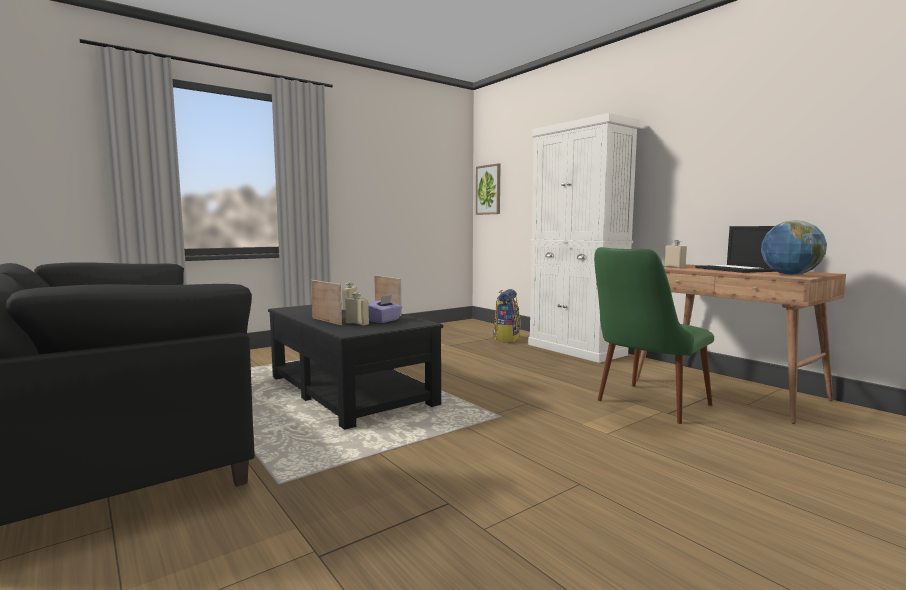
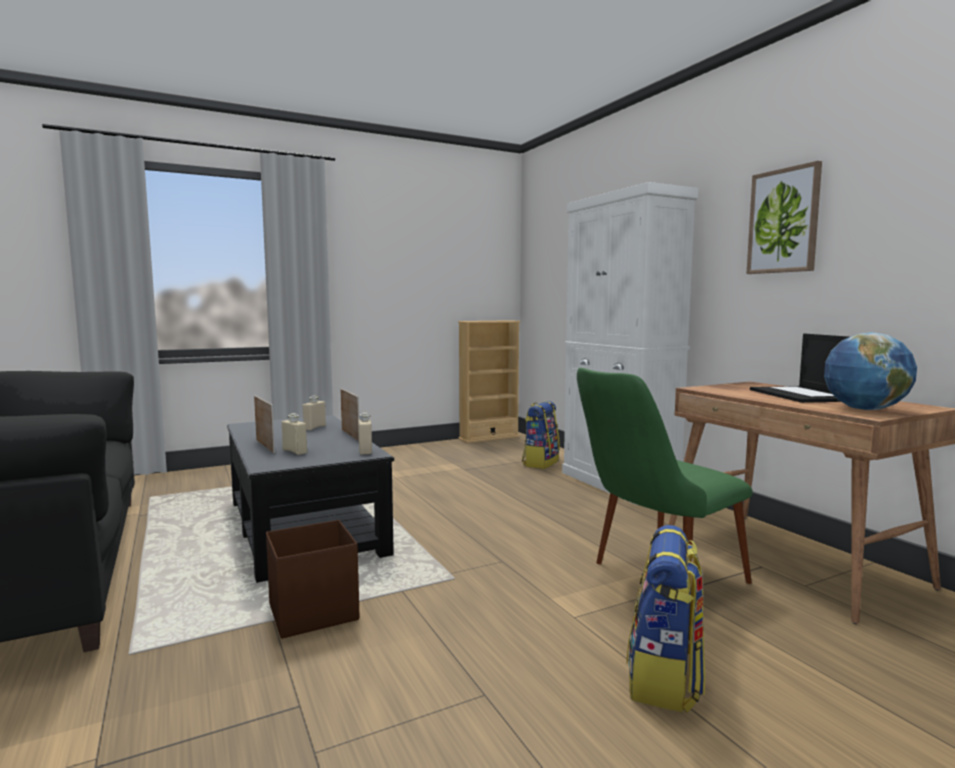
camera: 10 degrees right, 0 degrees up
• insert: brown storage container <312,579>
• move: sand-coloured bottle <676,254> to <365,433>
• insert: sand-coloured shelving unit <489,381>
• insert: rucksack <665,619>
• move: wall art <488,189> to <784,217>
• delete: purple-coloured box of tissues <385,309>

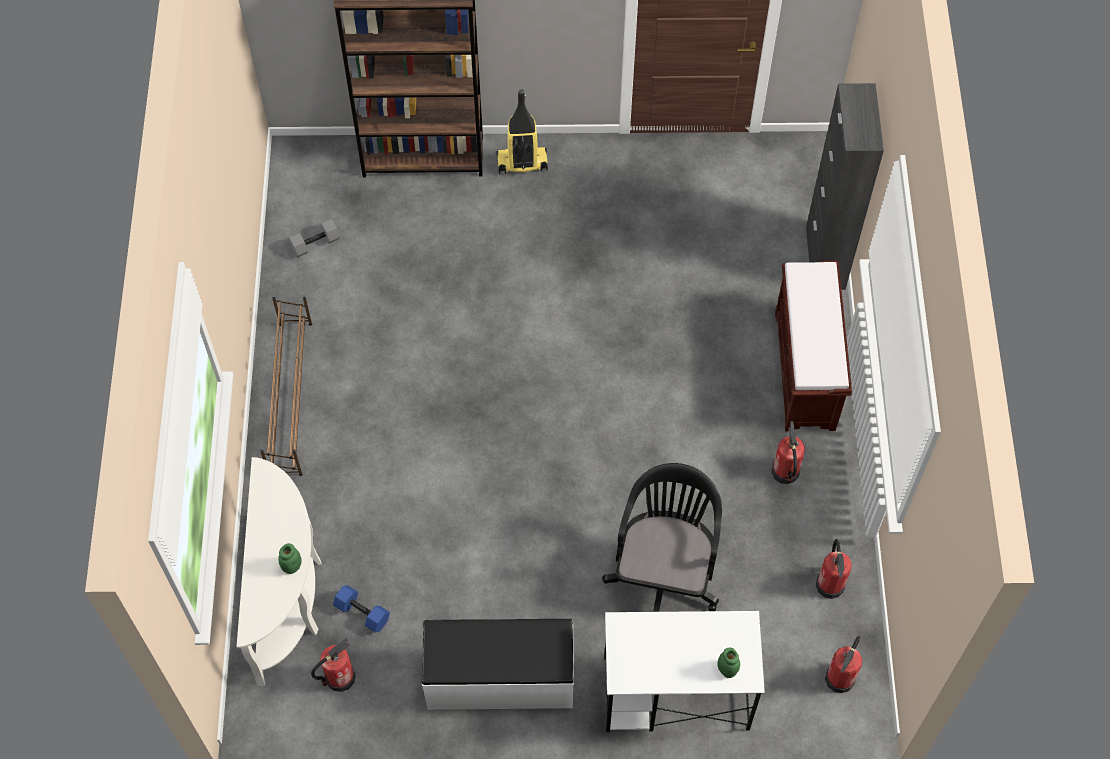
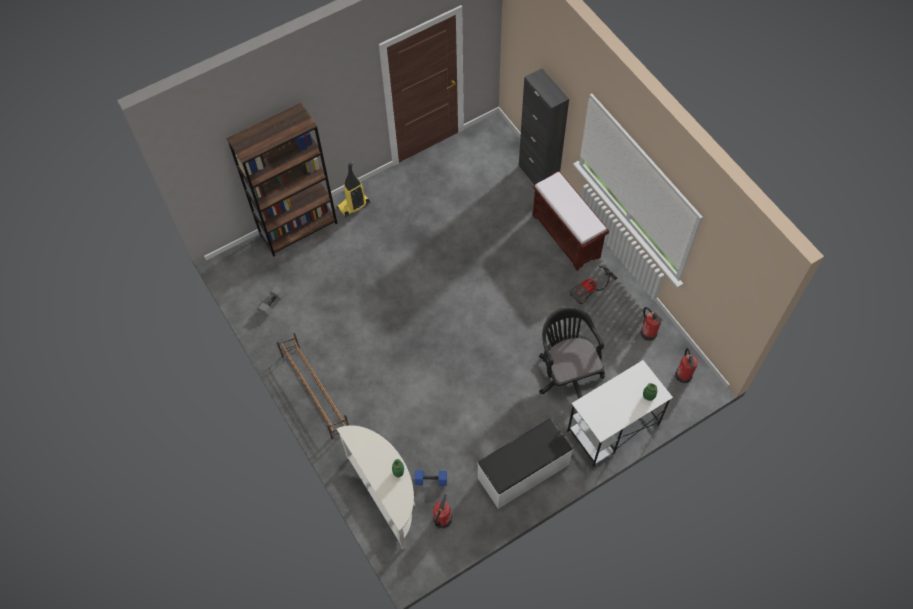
camera: 30 degrees left, 0 degrees up
• replace: extinguisher <788,452> to vacuum <593,285>

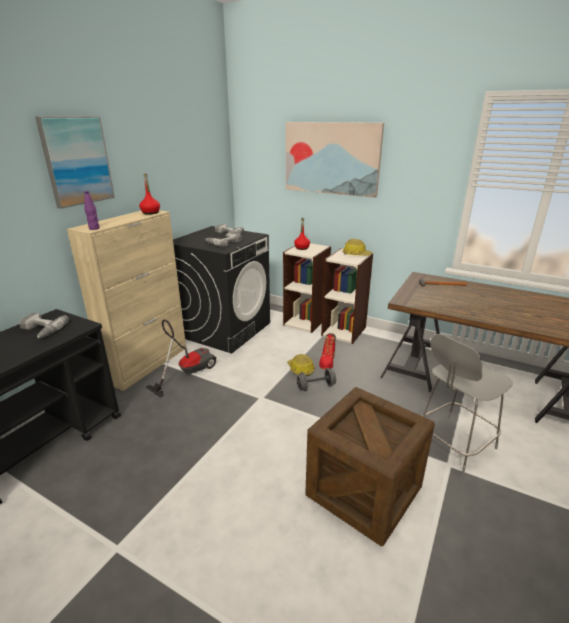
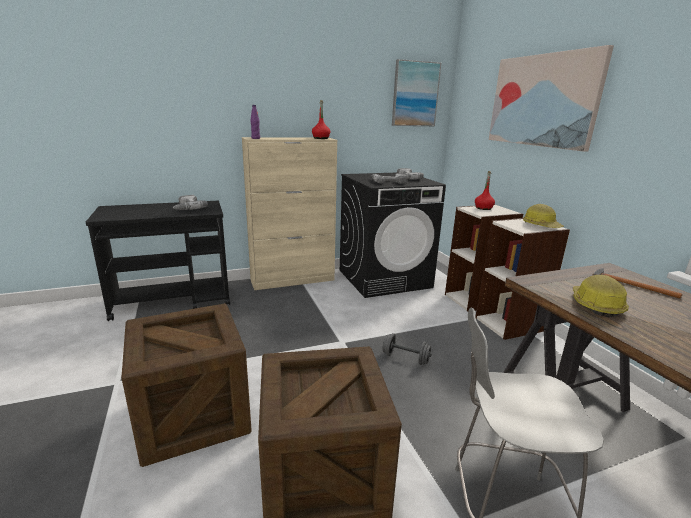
camera: 40 degrees right, 5 degrees down
• insert: packing crate <186,385>
• move: wall art <75,162> to <416,92>
• move: hard hat <301,365> to <601,296>
• delete: vacuum <181,358>
• delete: reddish boot <327,351>

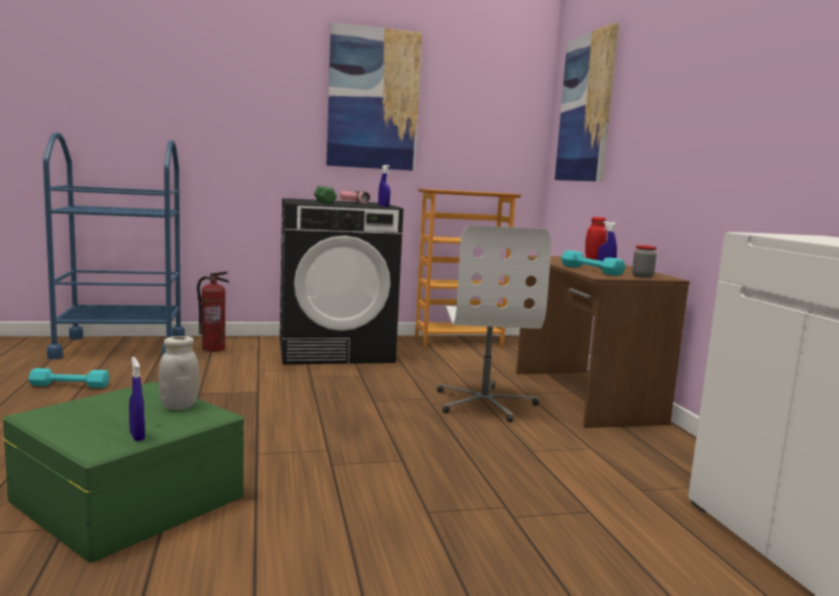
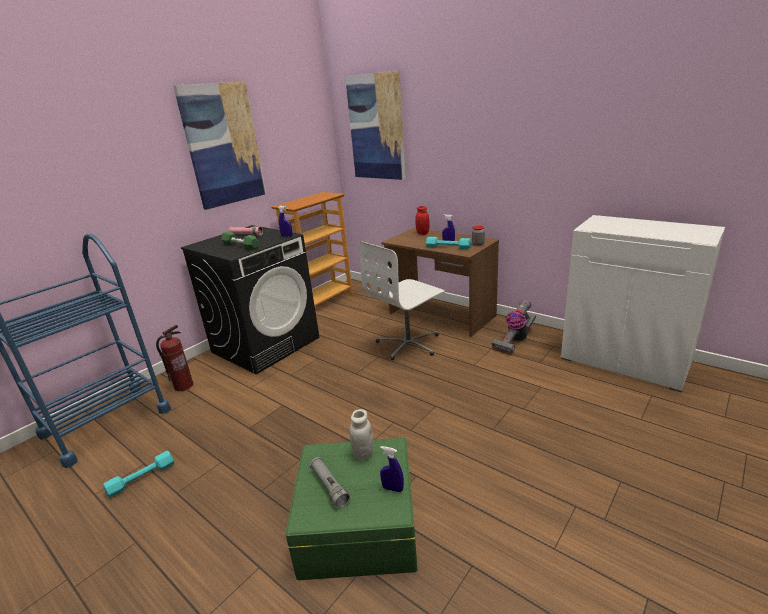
camera: 35 degrees left, 15 degrees up
• insert: gray hand torch <329,482>
• rotate: whitish office chair <494,323> = <402,300> 90 degrees clockwise
• insert: vacuum <514,326>

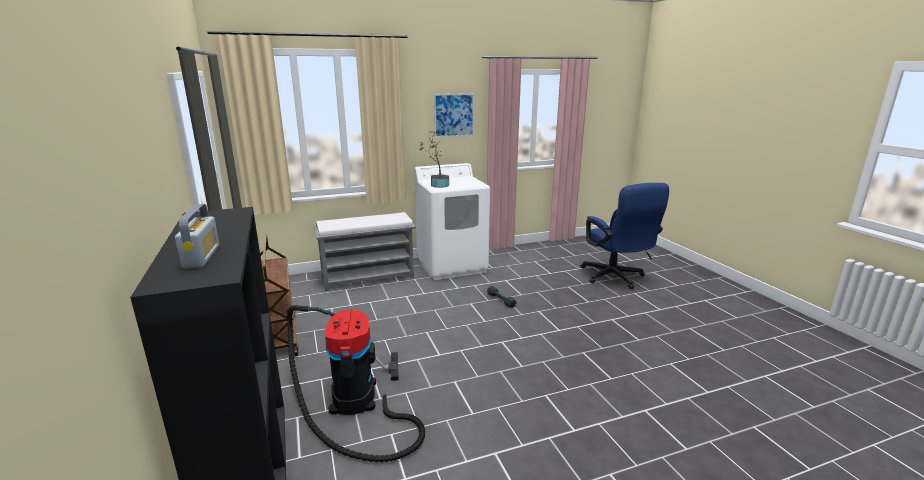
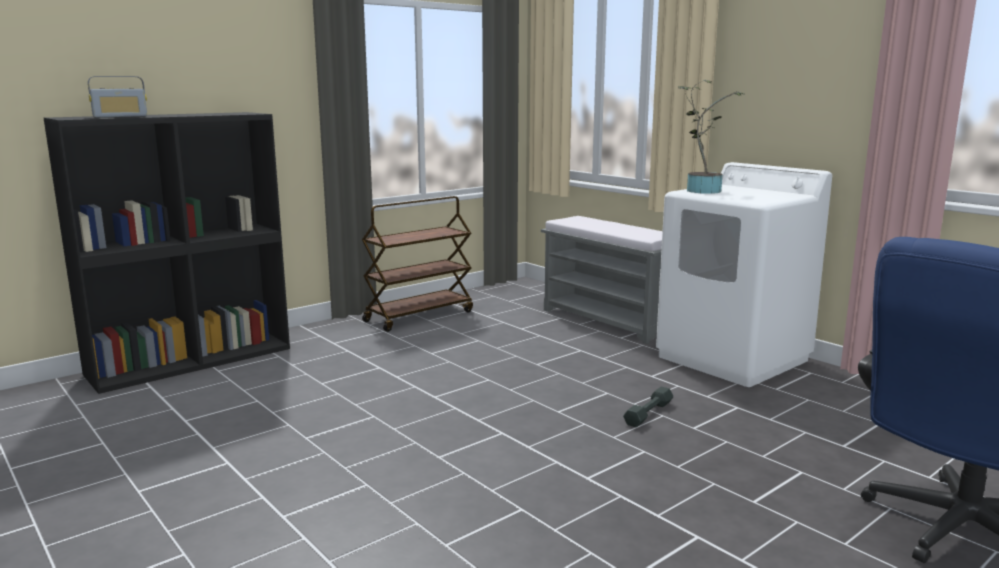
camera: 70 degrees right, 5 degrees down
• delete: vacuum <356,383>
• delete: wall art <454,115>

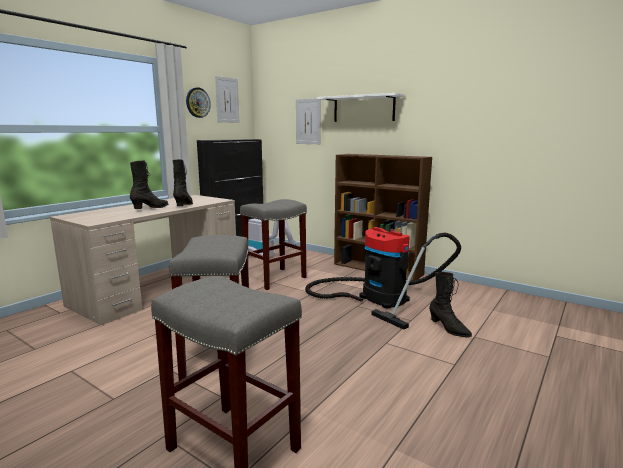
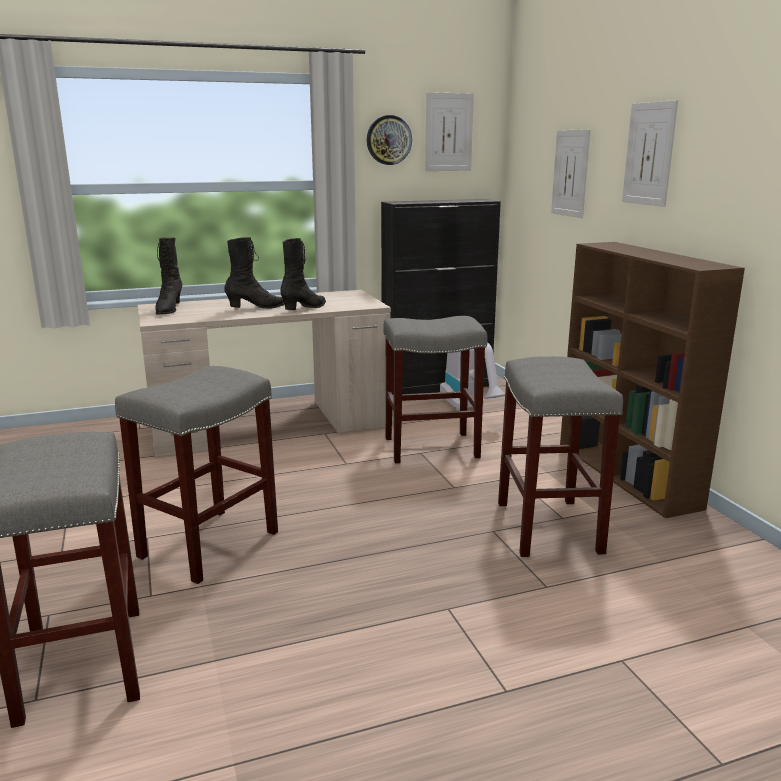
camera: 35 degrees right, 5 degrees up
• move: blackish boot <450,304> to <169,276>
• replace: vacuum <383,278> to gray stool <560,456>
• replace: whitish bracket shelf <361,107> to wall art <650,153>

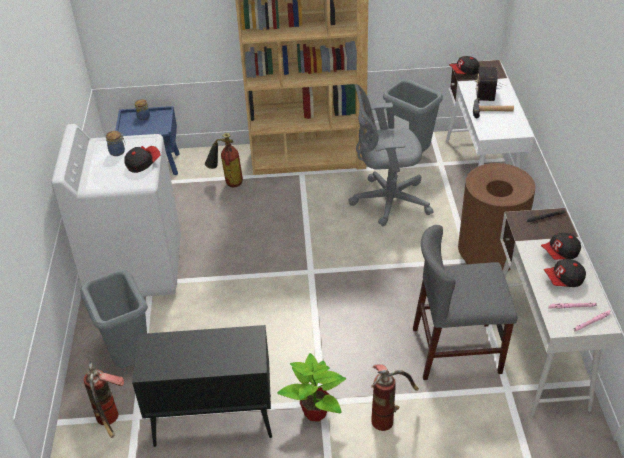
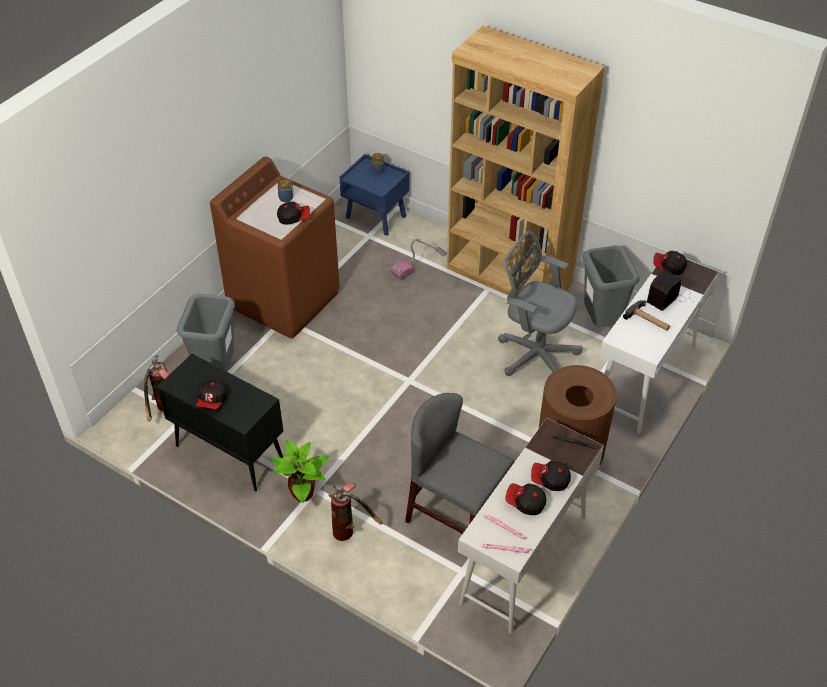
camera: 35 degrees right, 5 degrees up
• insert: peaked cap <211,395>
• recolor: whitish laundry appliance <116,210> to brown laundry appliance <275,247>
• replace: extinguisher <224,160> to vacuum <419,259>

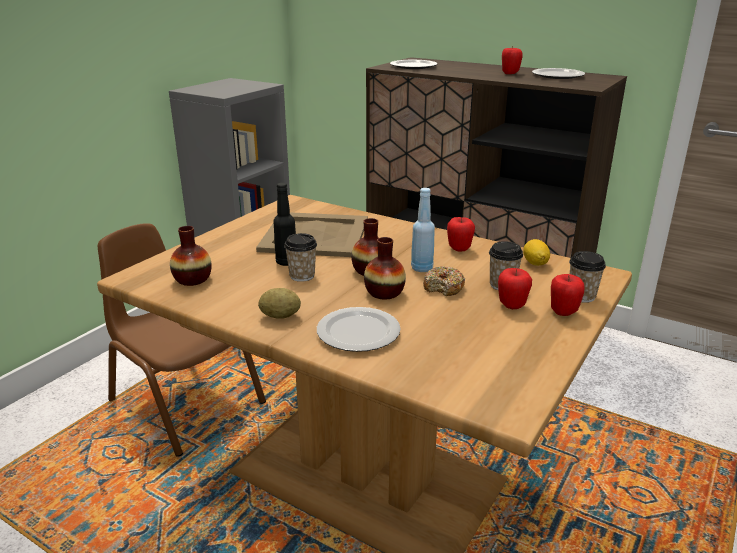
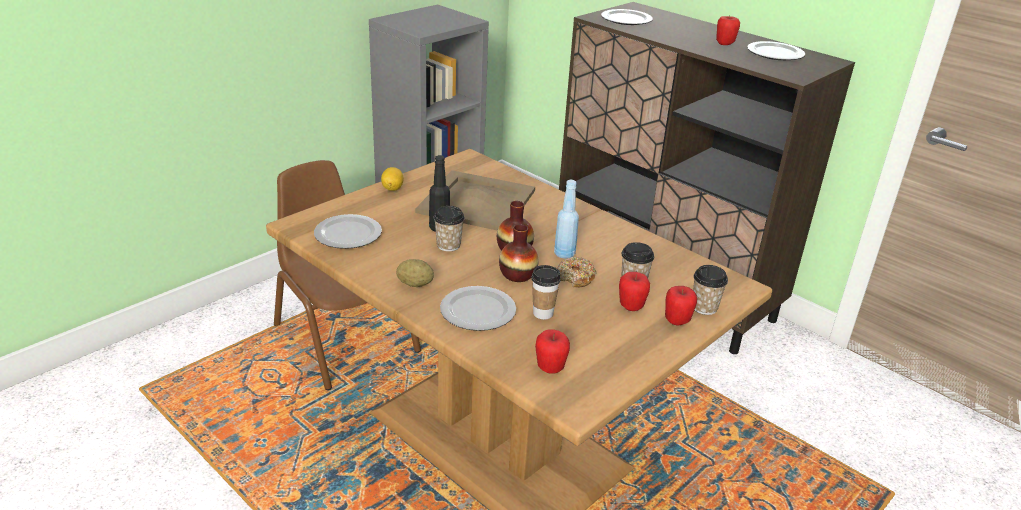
camera: 10 degrees right, 5 degrees up
• replace: decorative vase <191,256> to plate <348,231>
• move: lemon <536,252> to <392,179>
• insert: small cup <546,292>
• move: whole apple <461,234> to <552,351>

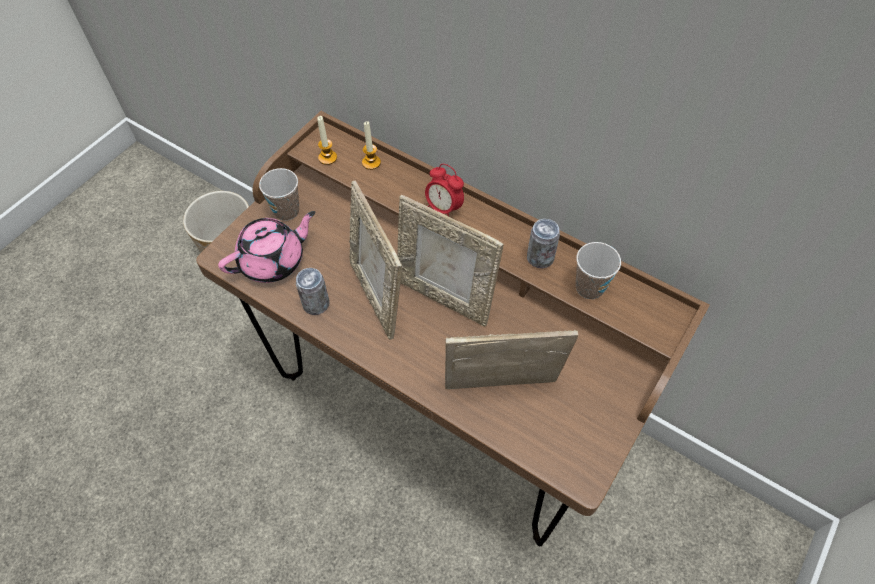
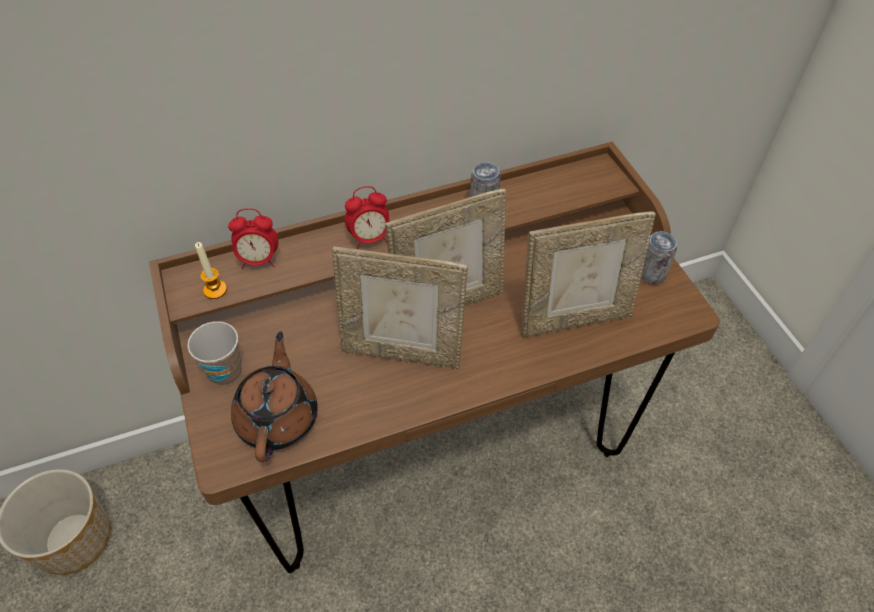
camera: 55 degrees left, 5 degrees down
• replace: wax candle <371,145> to table clock <253,238>
• recolor: pinkish pot for tea <267,247> to brown pot for tea <274,397>
• rotate: standing frame <511,359> = <588,274> 135 degrees counterclockwise
• move: metal can <313,291> to <659,258>
• delete: small cup <598,270>

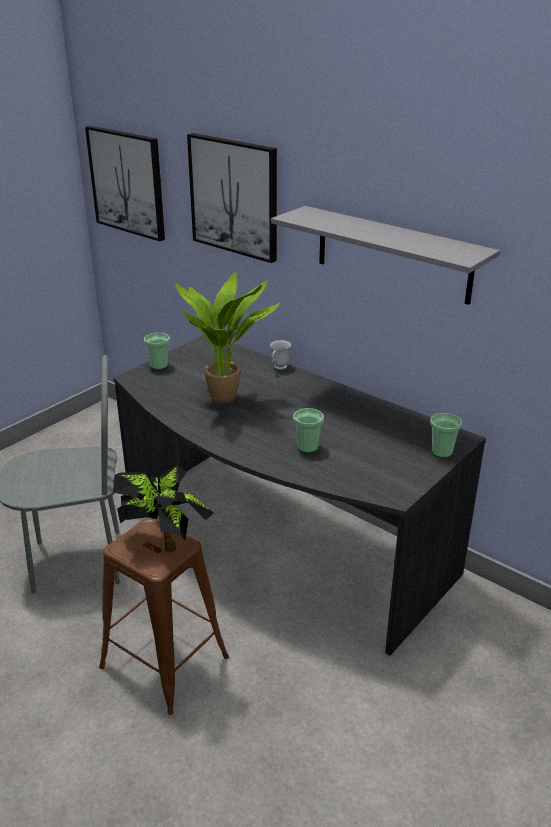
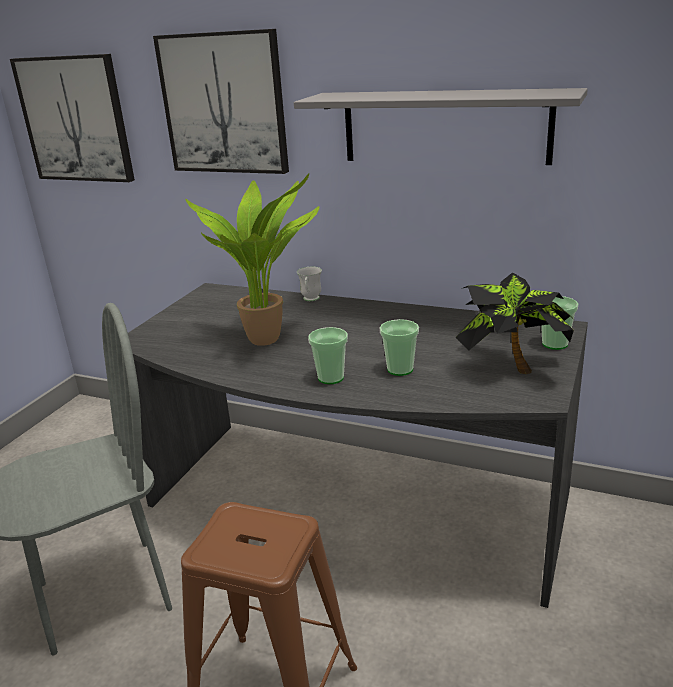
camera: 15 degrees left, 5 degrees down
• move: small cup <157,351> to <328,355>
• move: houseplant <163,508> to <515,323>

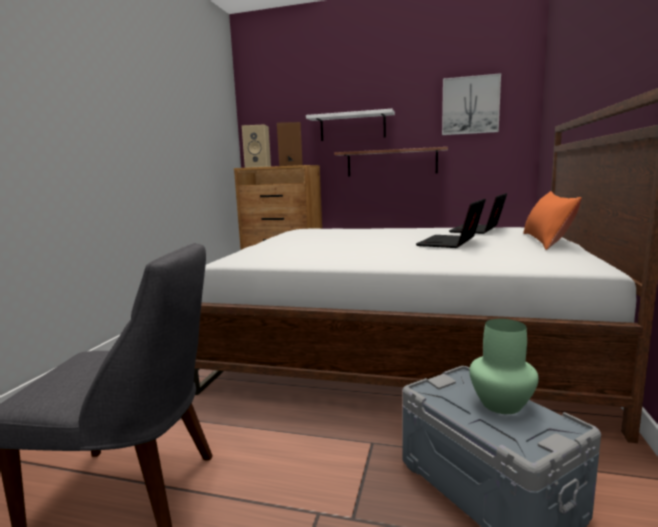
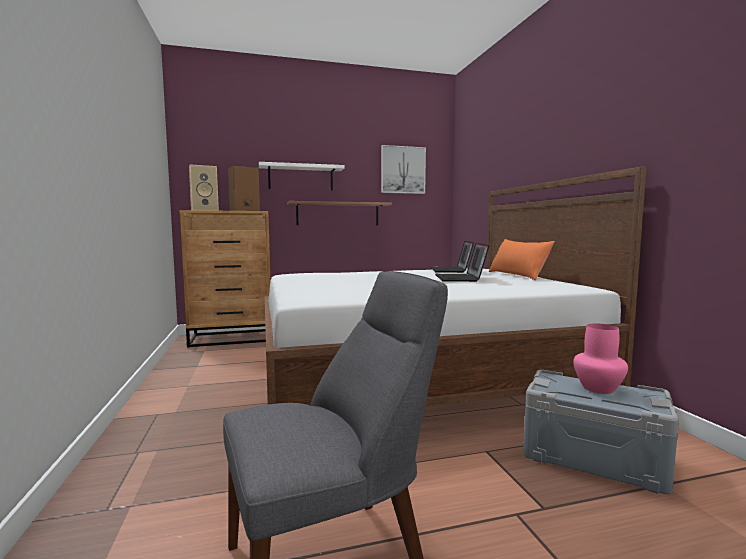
camera: 30 degrees left, 5 degrees down
• recolor: green-coloured decorative vase <504,366> to pinkish decorative vase <600,358>

